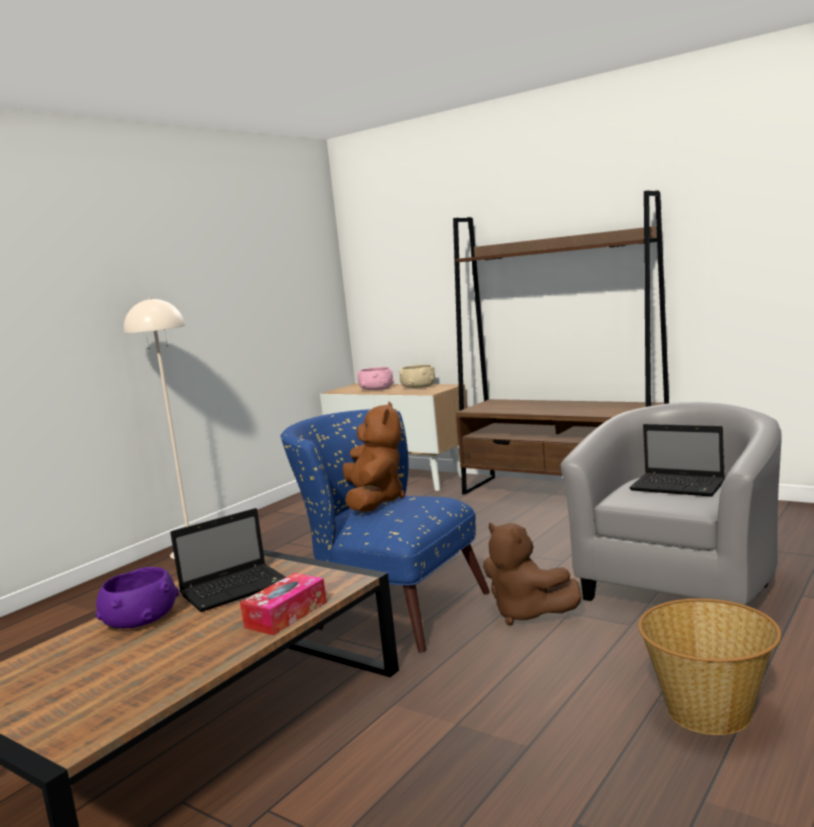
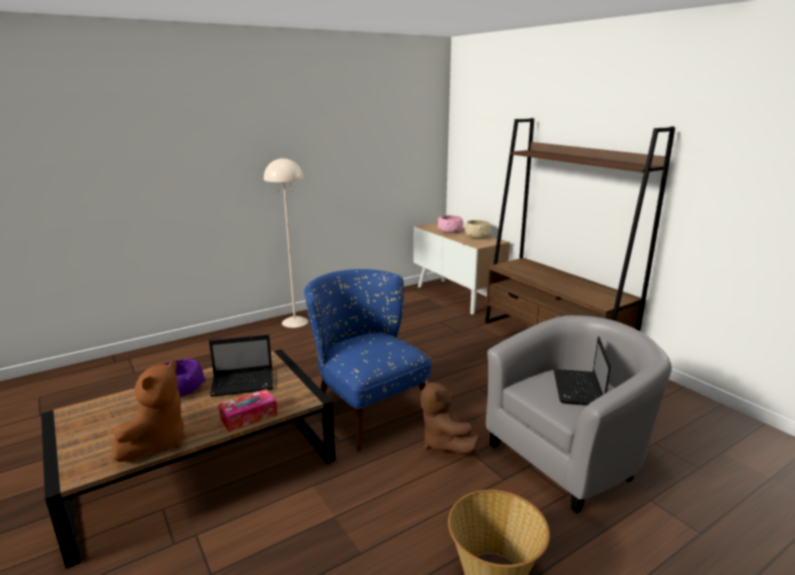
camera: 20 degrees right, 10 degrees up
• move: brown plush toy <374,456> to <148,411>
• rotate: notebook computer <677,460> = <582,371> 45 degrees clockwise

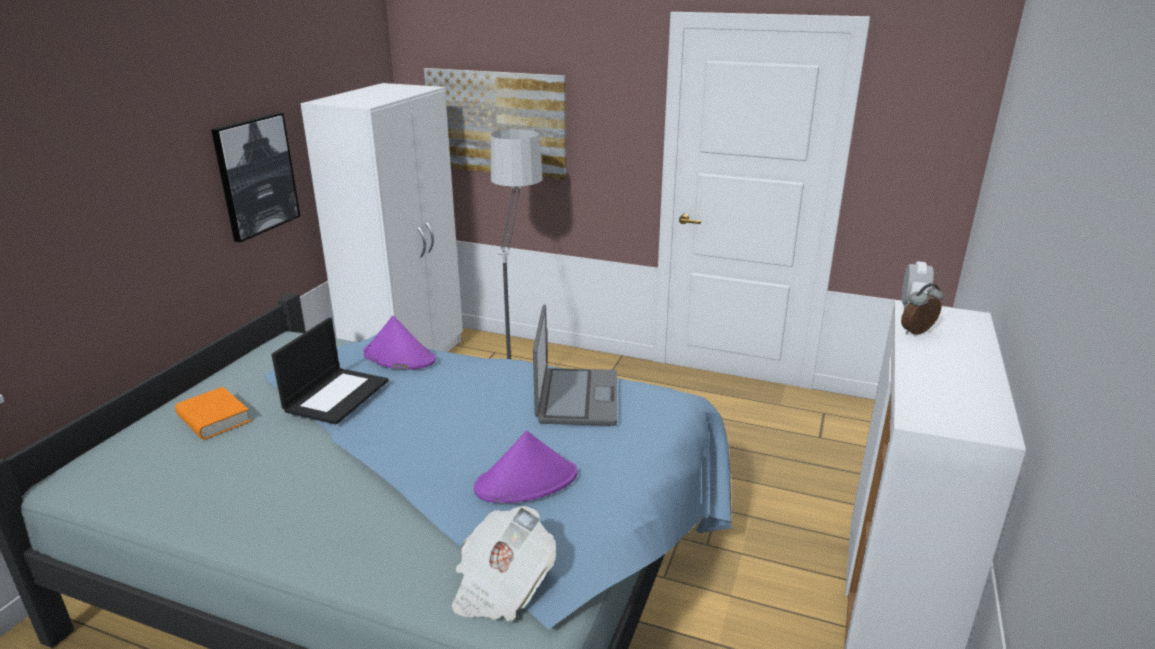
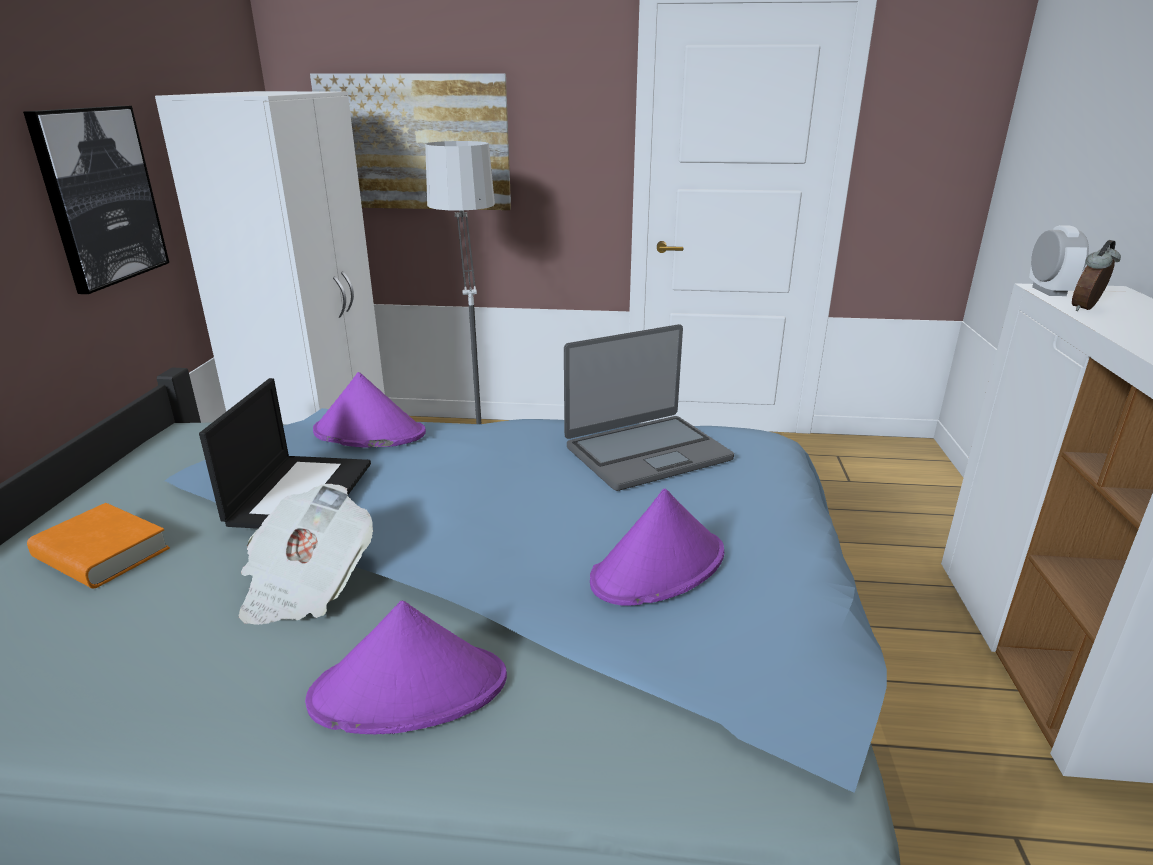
camera: 15 degrees left, 0 degrees up
• move: newspaper <504,563> to <306,554>
• insert: purple-coloured wearable hat <406,667>
• rotate: notebook computer <575,365> = <649,407> 75 degrees clockwise

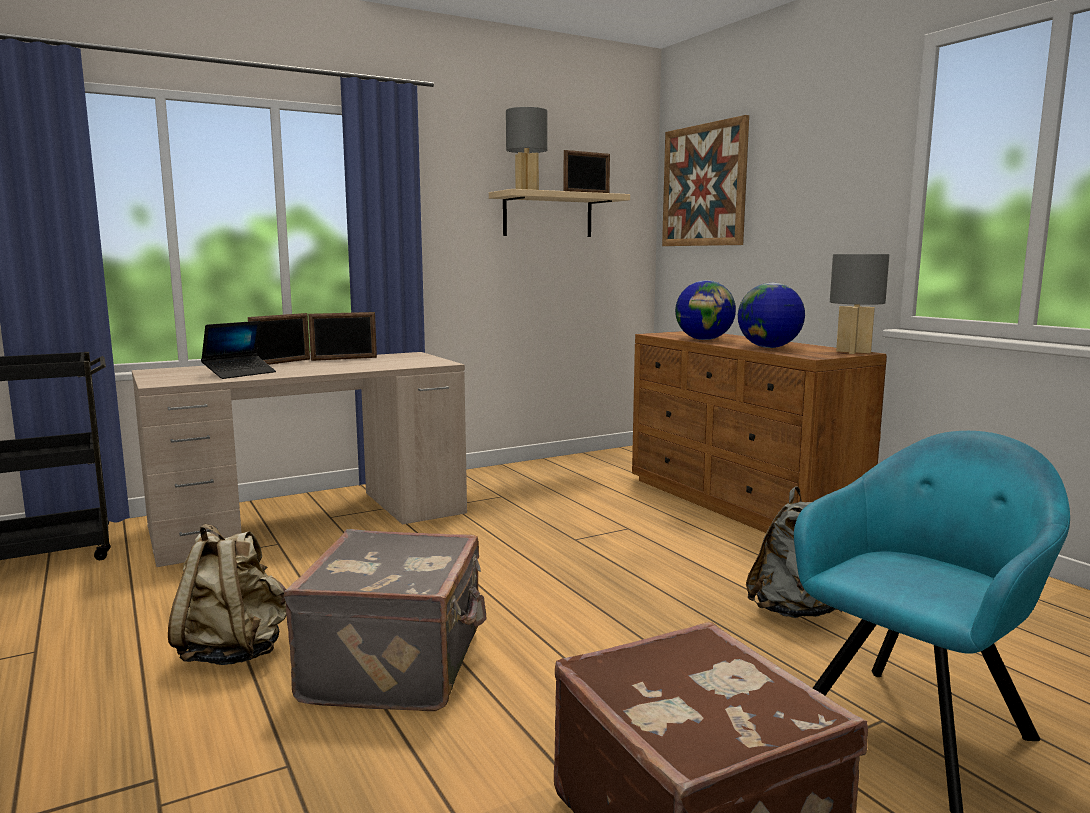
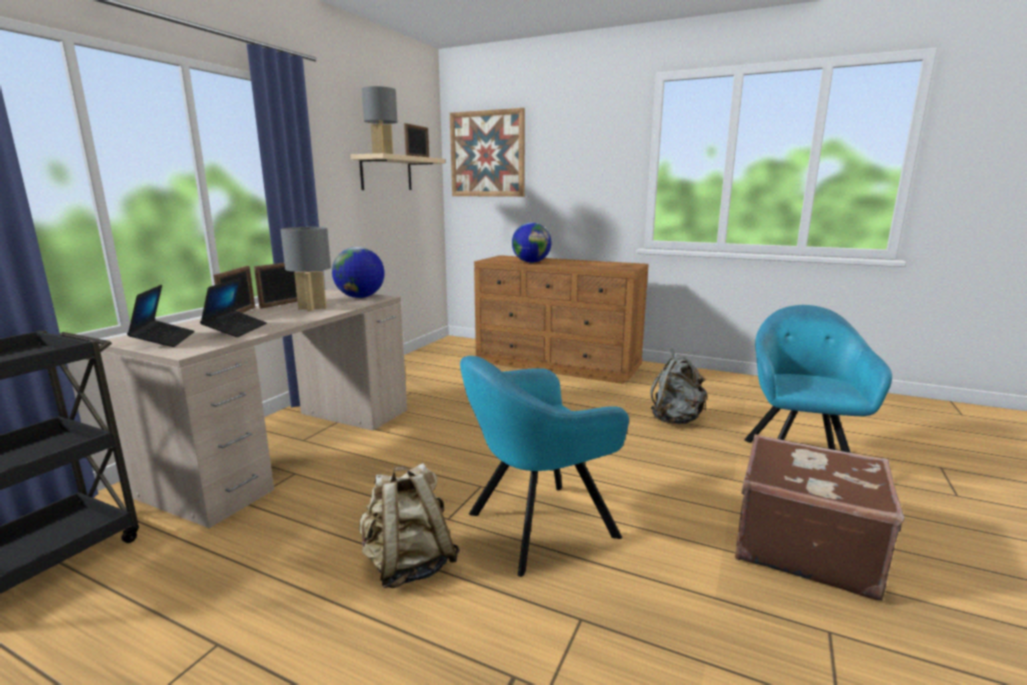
camera: 35 degrees left, 5 degrees up
• insert: notebook computer <161,315>
• move: gray tabletop lamp <859,304> to <306,269>
• move: globe <771,315> to <358,272>
• replace: gray piece of luggage <385,620> to blue-green lounge chair <544,466>

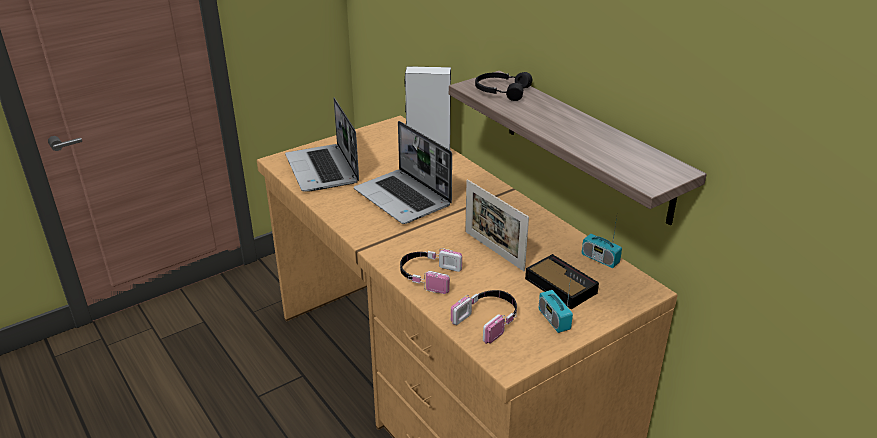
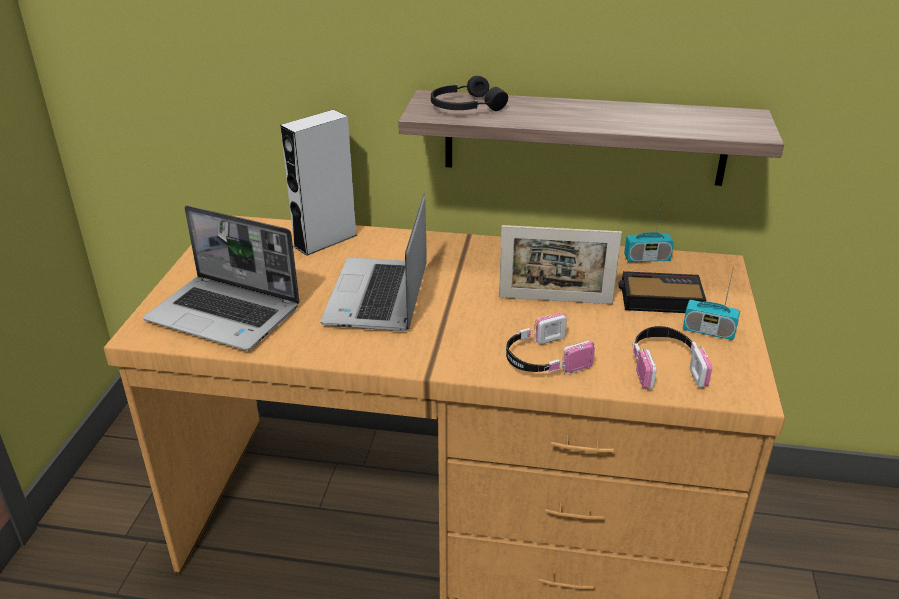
camera: 45 degrees left, 0 degrees up
• rotate: notebook computer <403,172> = <374,262> 90 degrees clockwise

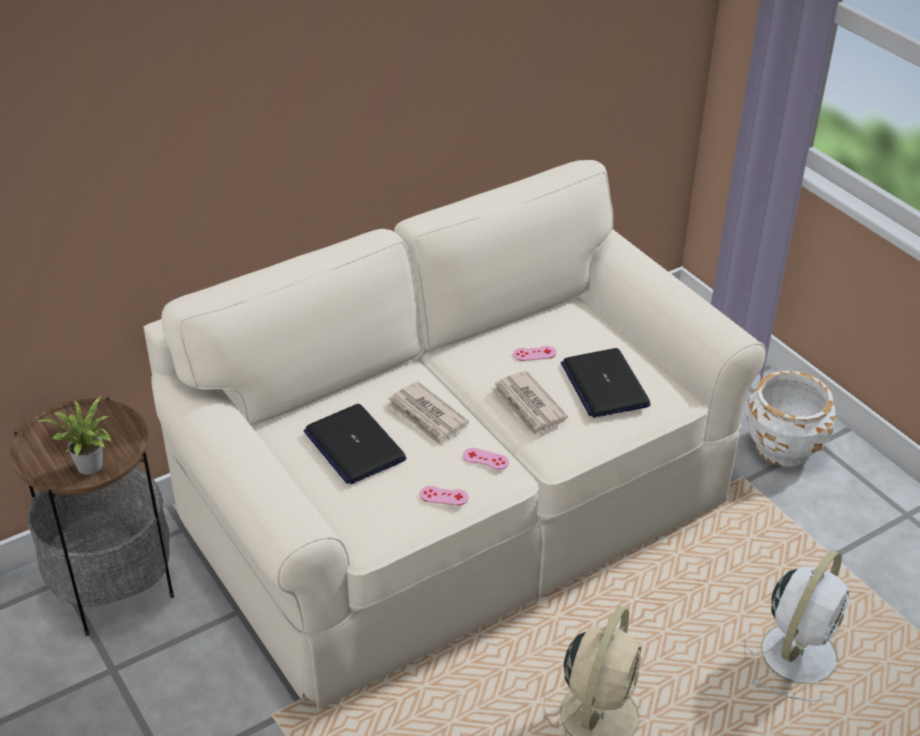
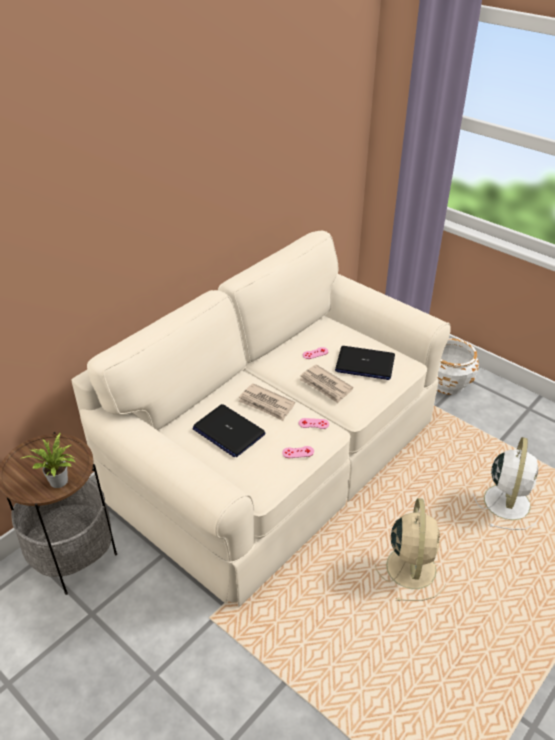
camera: 15 degrees left, 0 degrees up
• rotate: notebook computer <606,383> = <365,363> 45 degrees counterclockwise

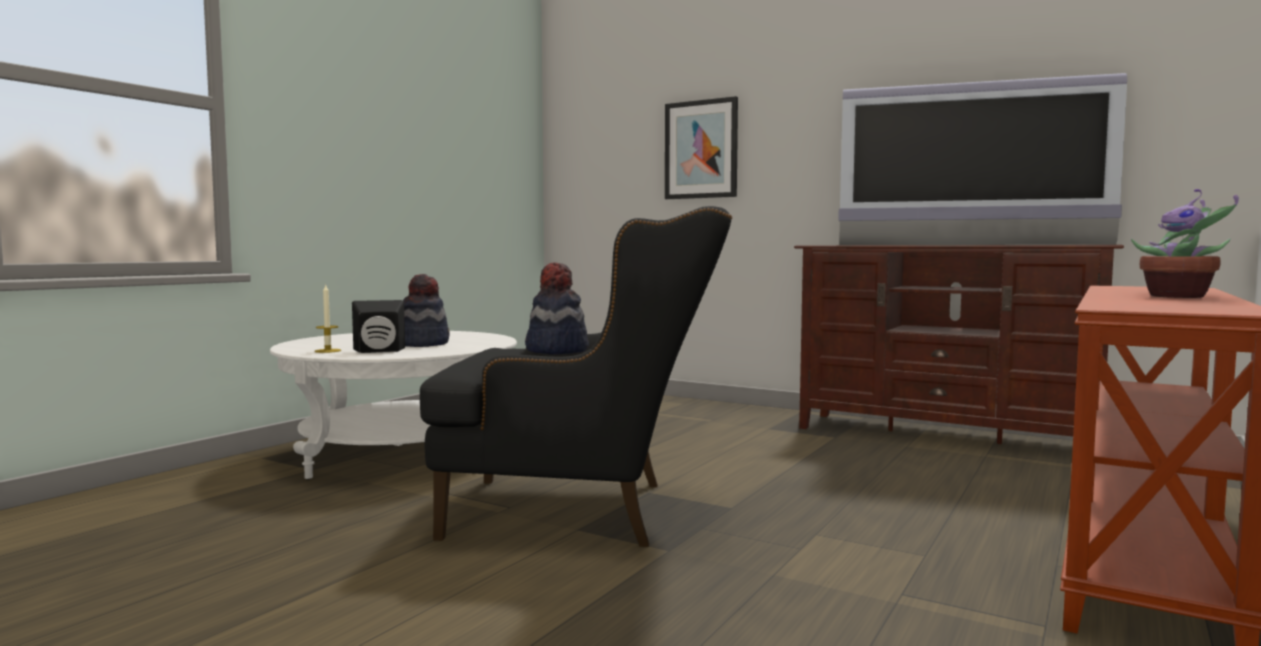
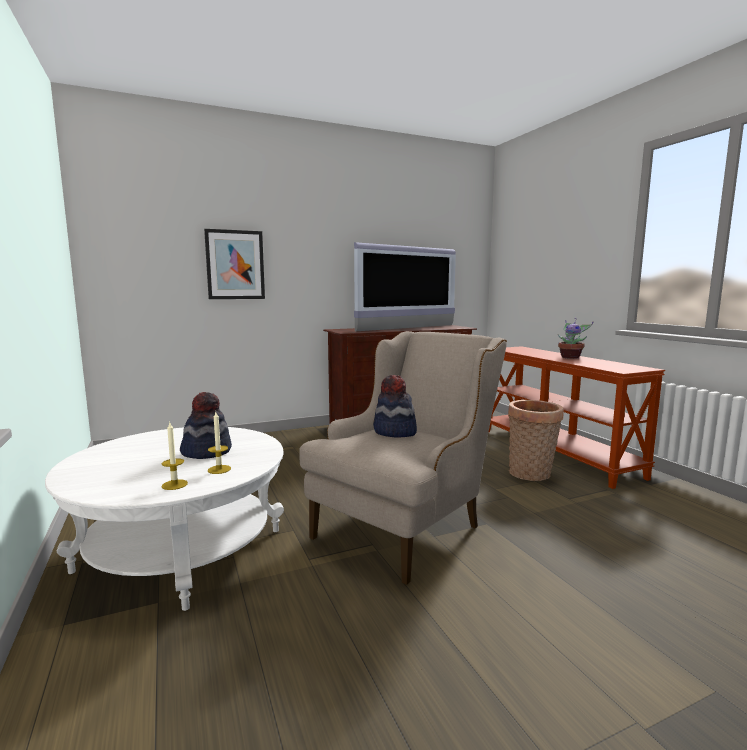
camera: 55 degrees left, 5 degrees up
• replace: blackish audio speaker <378,326> to wax candle <219,443>
• recolor: blackish lounge chair <576,376> to sand-coloured lounge chair <403,458>
• insert: basket <536,440>

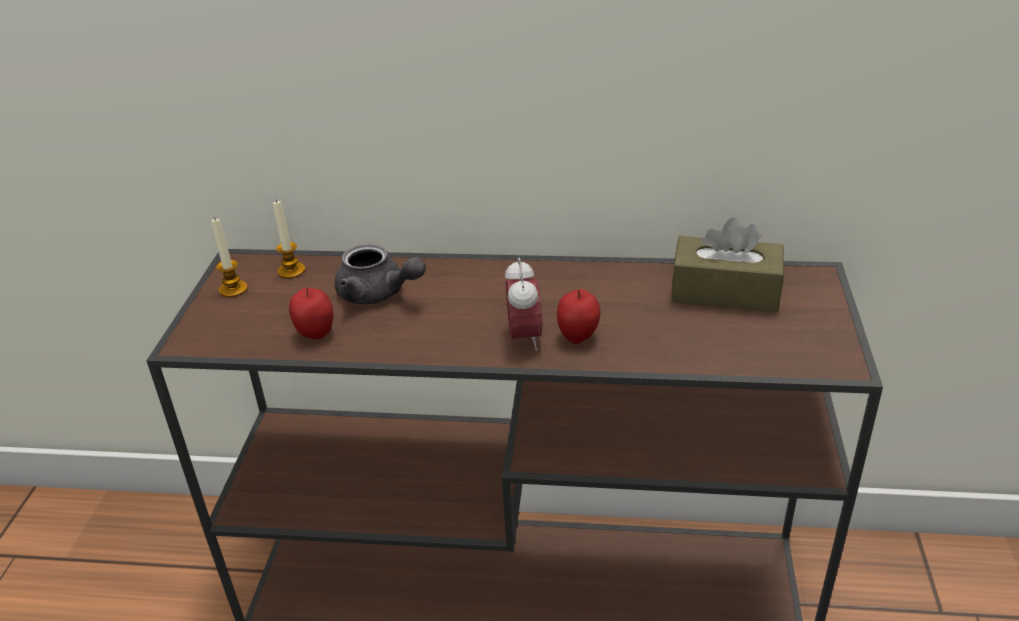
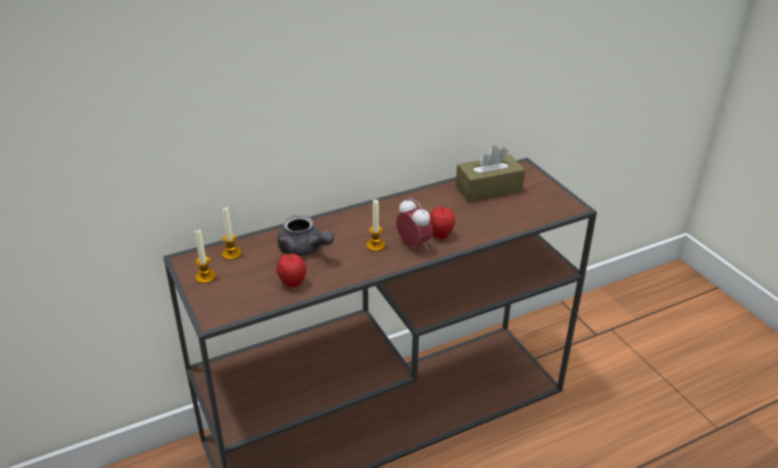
camera: 35 degrees left, 0 degrees up
• rotate: gray pot for tea <380,274> = <305,235> 45 degrees clockwise
• insert: wax candle <375,225>

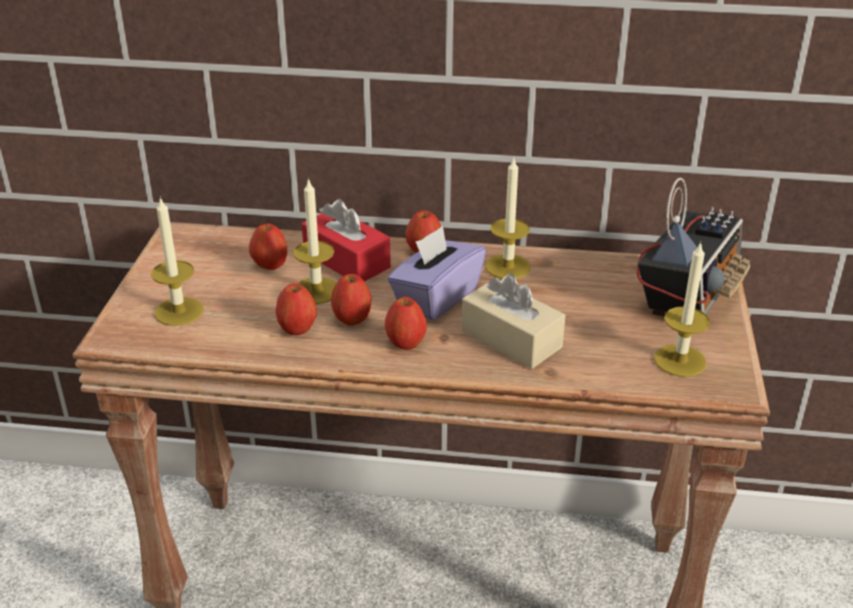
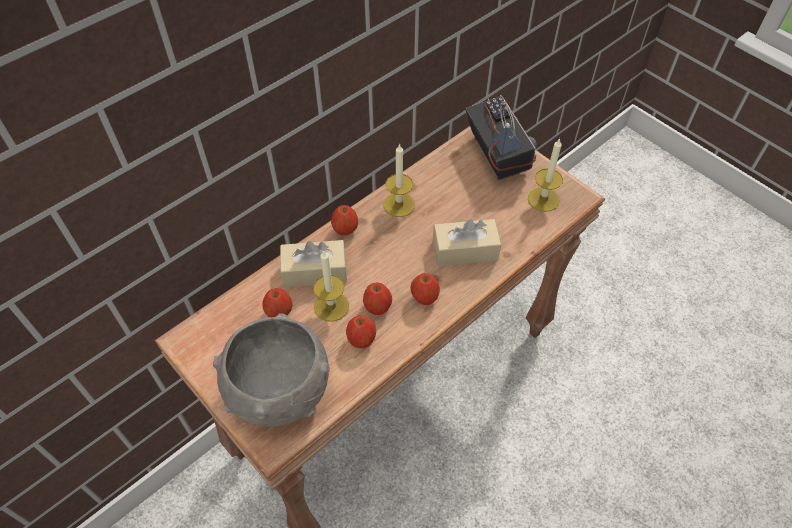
camera: 50 degrees left, 20 degrees up
• replace: wax candle <177,261> to gray serving bowl <271,370>
• recolor: reddish box of tissues <346,240> to sand-coloured box of tissues <313,263>
• delete: purple-coloured box of tissues <436,273>

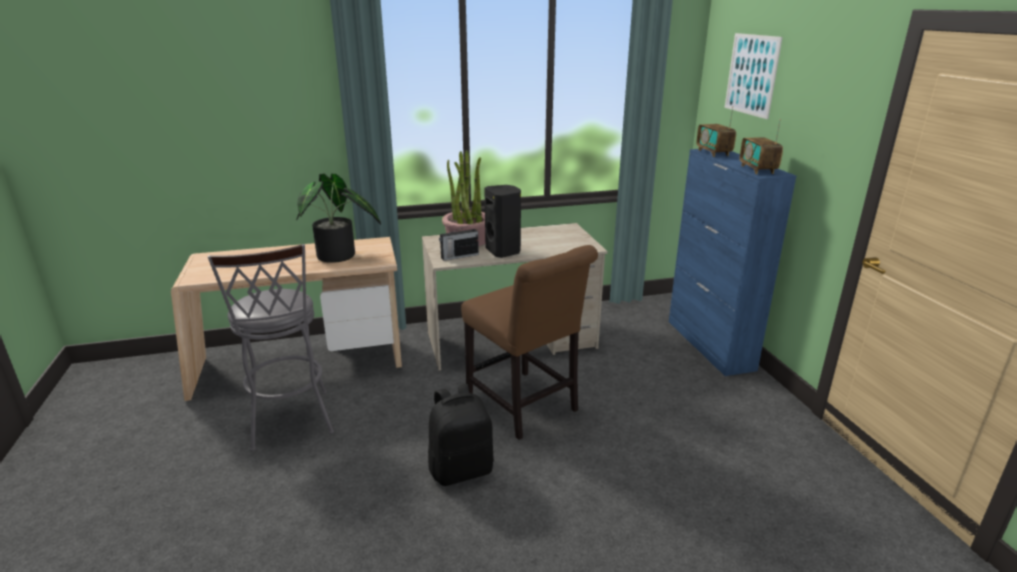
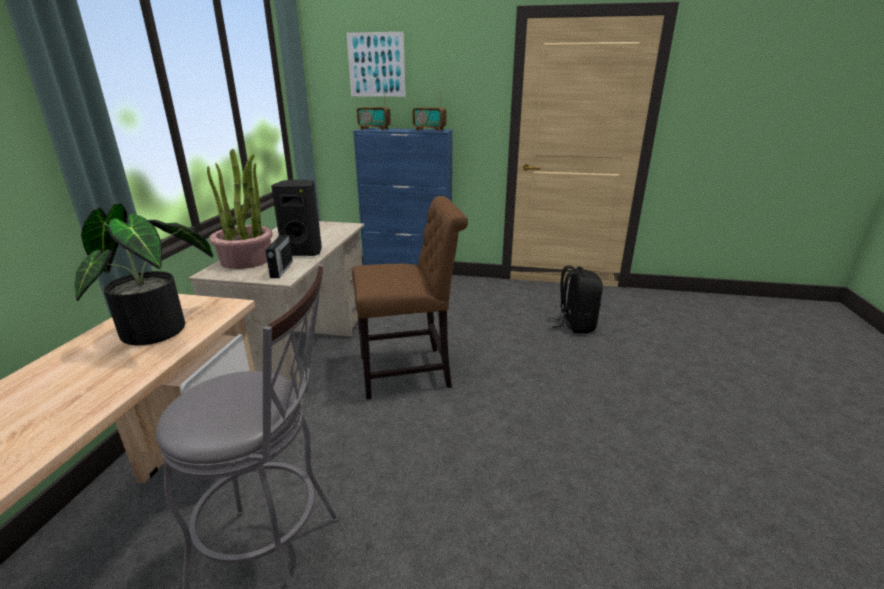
camera: 65 degrees left, 0 degrees up
• move: blackish rucksack <461,435> to <576,299>

